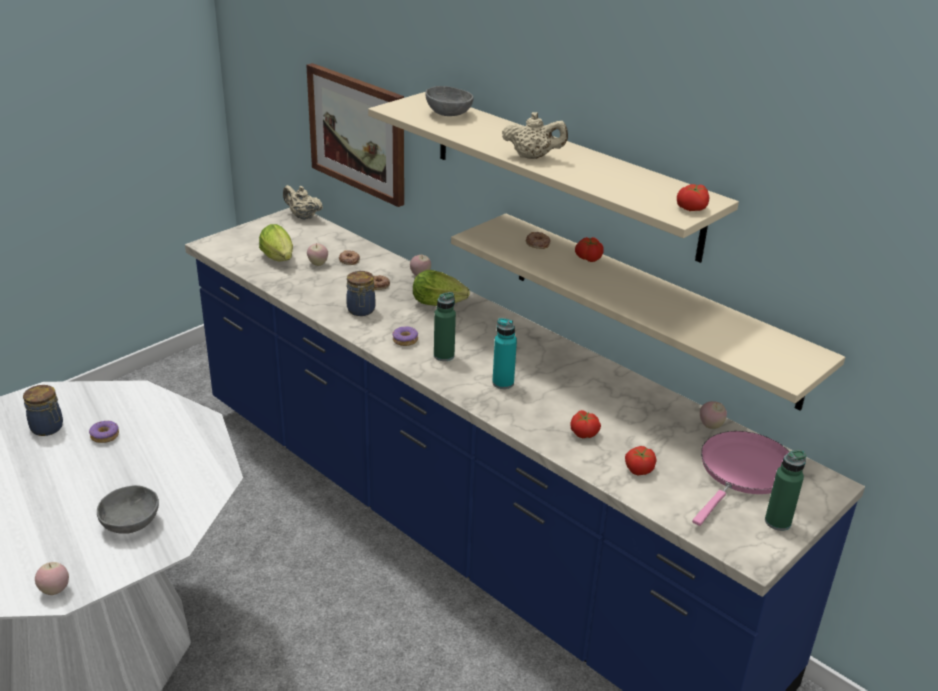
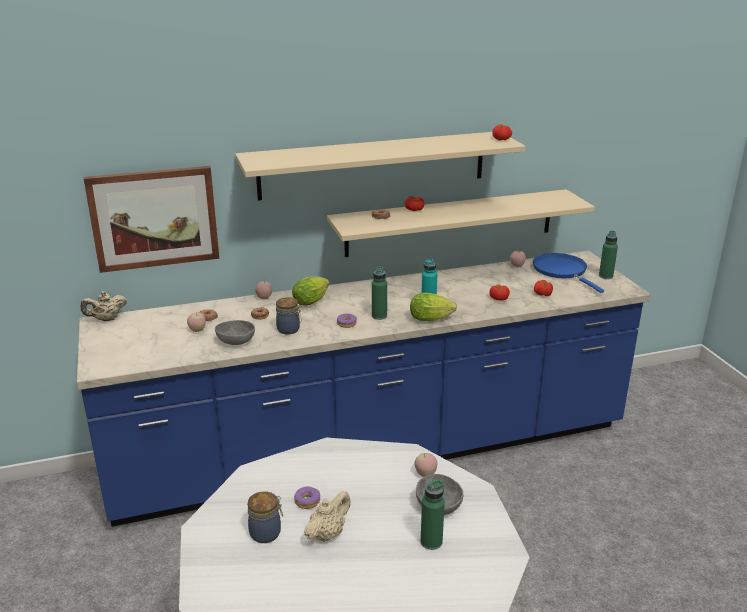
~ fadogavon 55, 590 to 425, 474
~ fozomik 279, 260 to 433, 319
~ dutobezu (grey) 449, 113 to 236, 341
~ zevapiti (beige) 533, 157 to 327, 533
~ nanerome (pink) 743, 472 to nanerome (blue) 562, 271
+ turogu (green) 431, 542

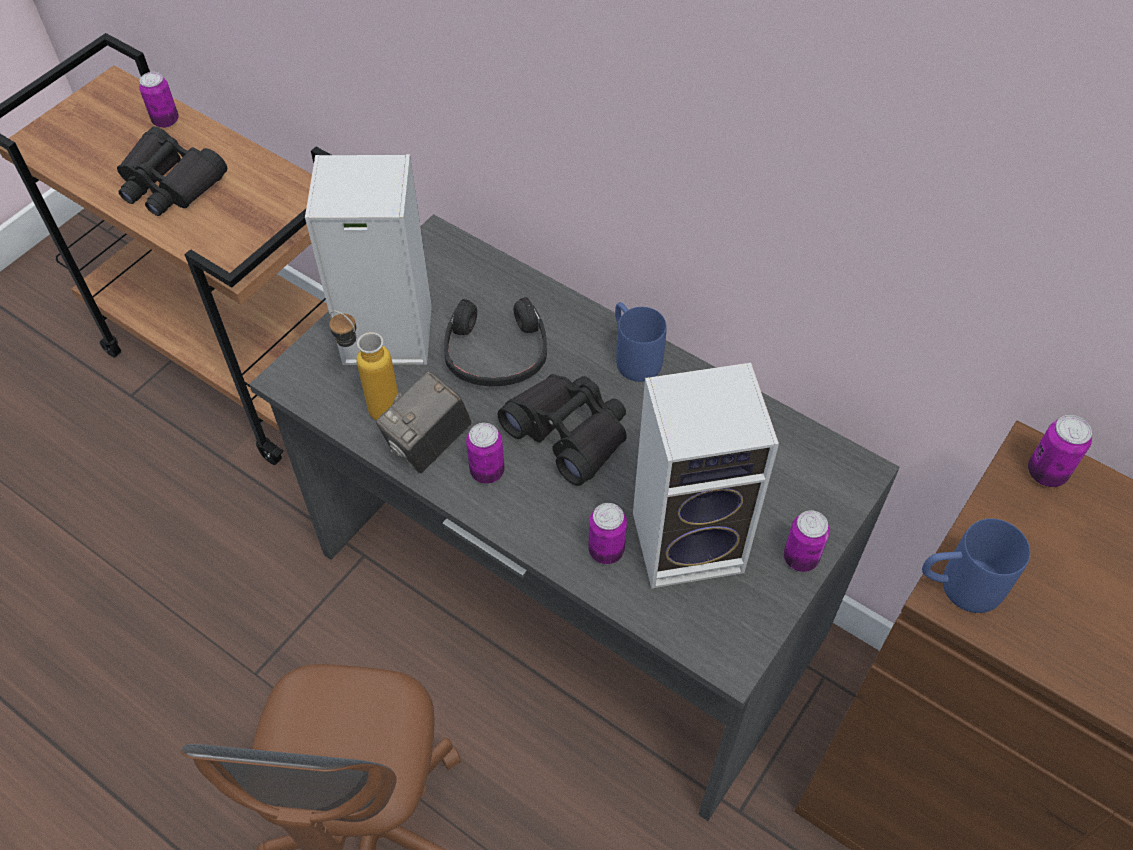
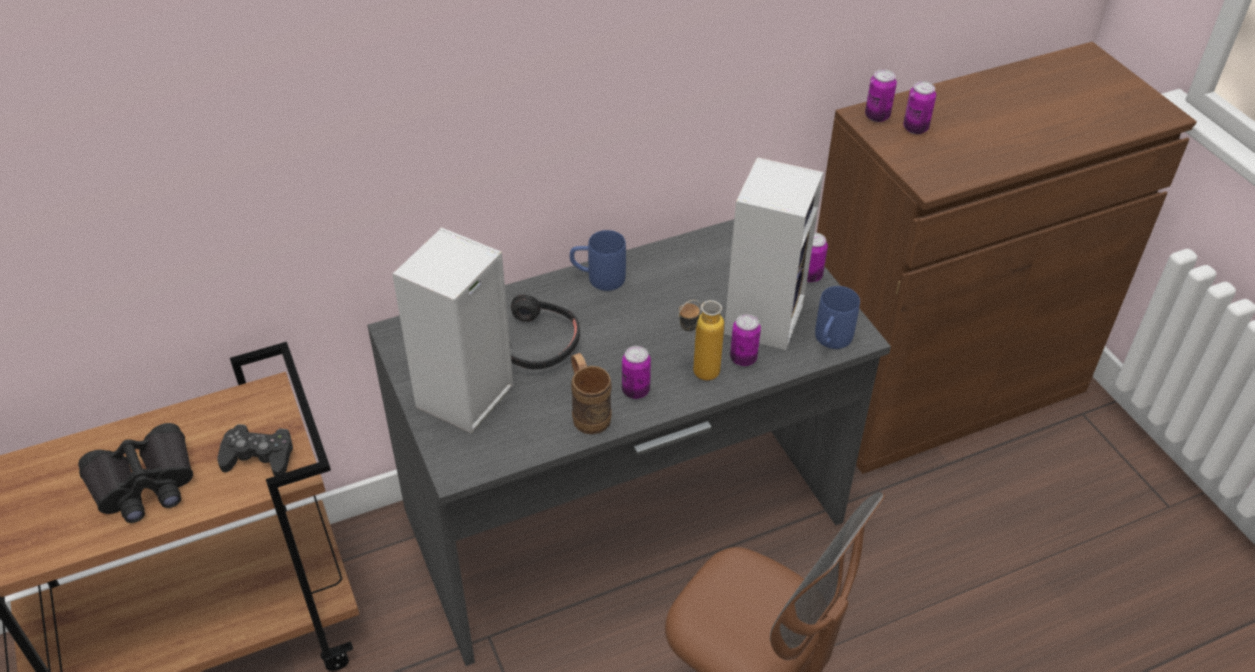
~ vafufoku 166, 121 to 915, 128
~ turogu 373, 404 to 696, 376
~ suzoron 429, 445 to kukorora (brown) 588, 412
- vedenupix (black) 569, 433
~ kukorora (blue) 957, 587 to 830, 342
+ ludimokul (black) 259, 457

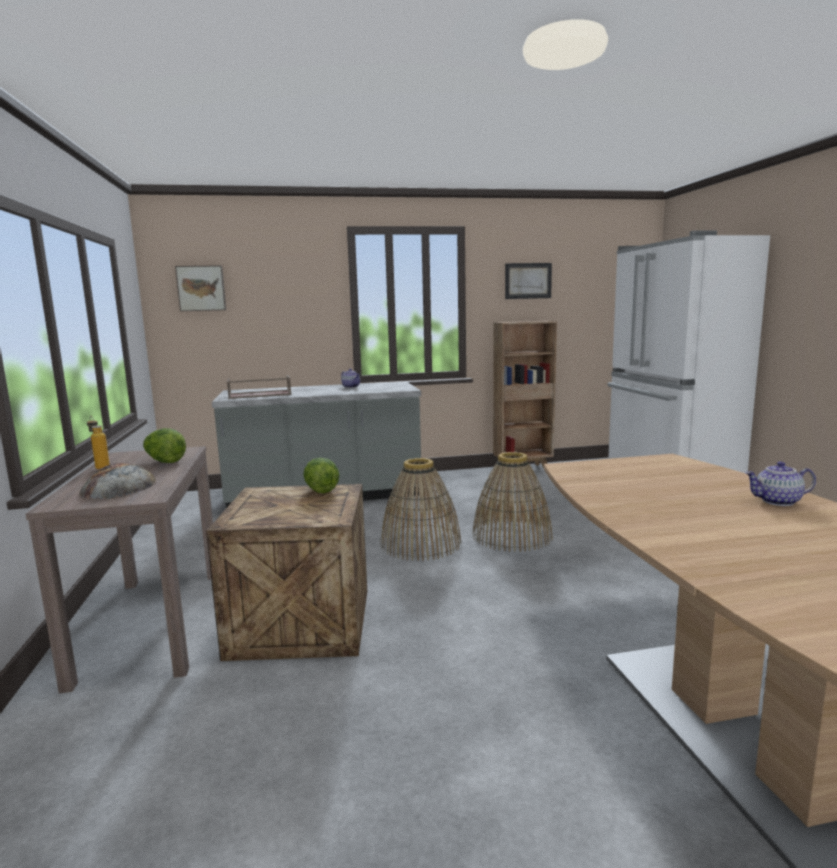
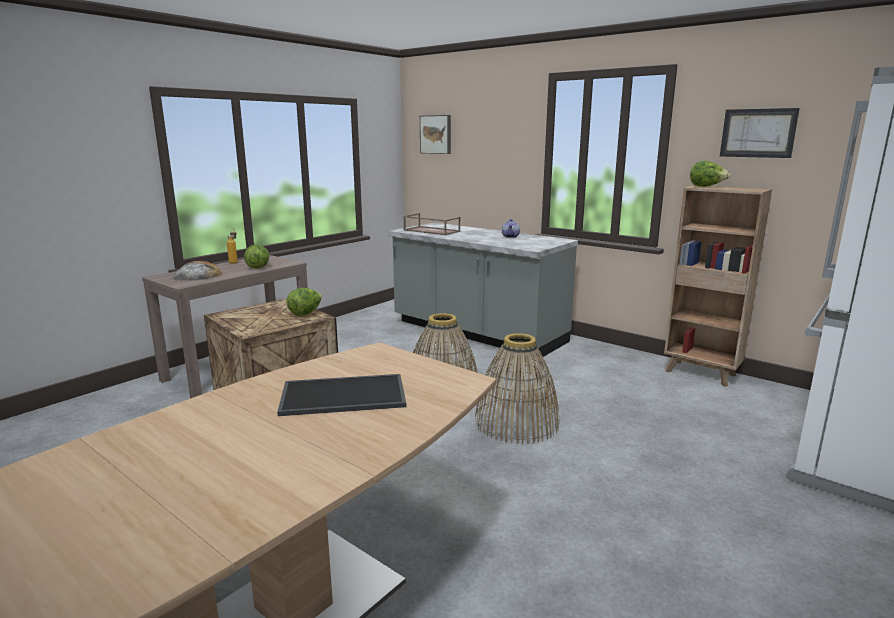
- zevapiti 777, 502
+ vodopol 342, 396
+ fozomik 707, 187

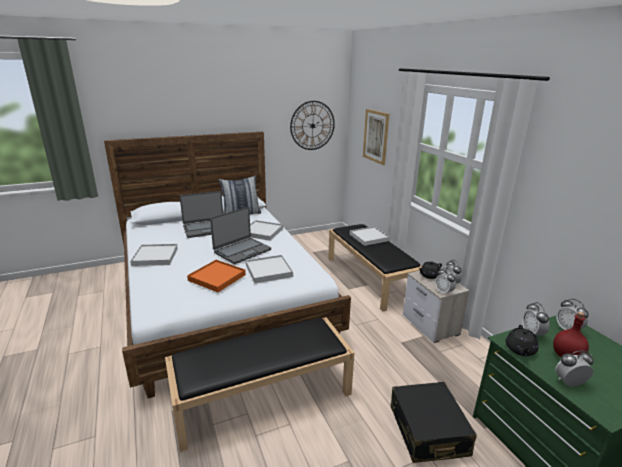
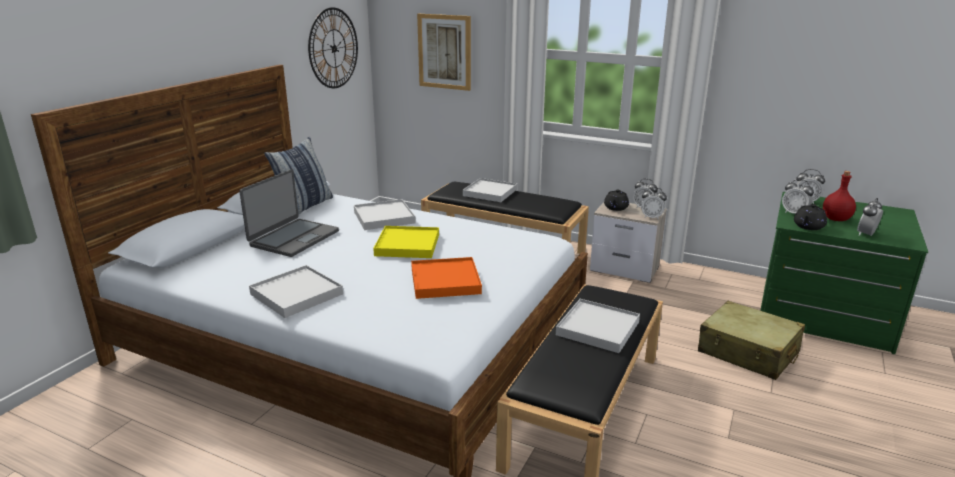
~ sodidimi 242, 251 to vodopol (yellow) 407, 245
~ vodopol (white) 268, 271 to 598, 328
~ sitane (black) 428, 431 to sitane (beige) 748, 352
~ zevapiti (black) 520, 350 = 808, 226 60 degrees clockwise

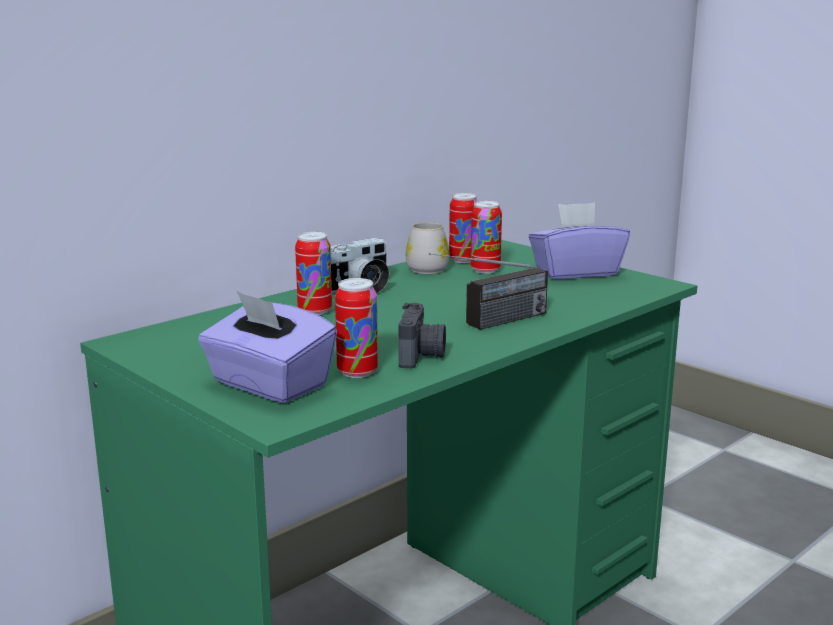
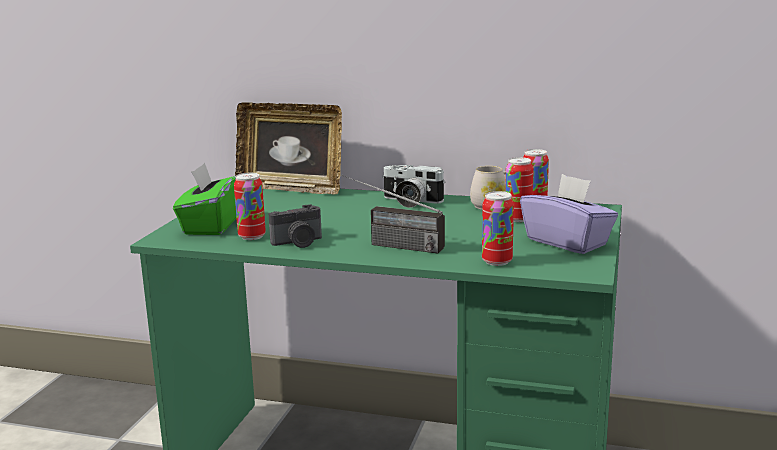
~ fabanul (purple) 268, 385 to fabanul (green) 210, 225
~ vafufoku 315, 311 to 497, 261
+ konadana 291, 188

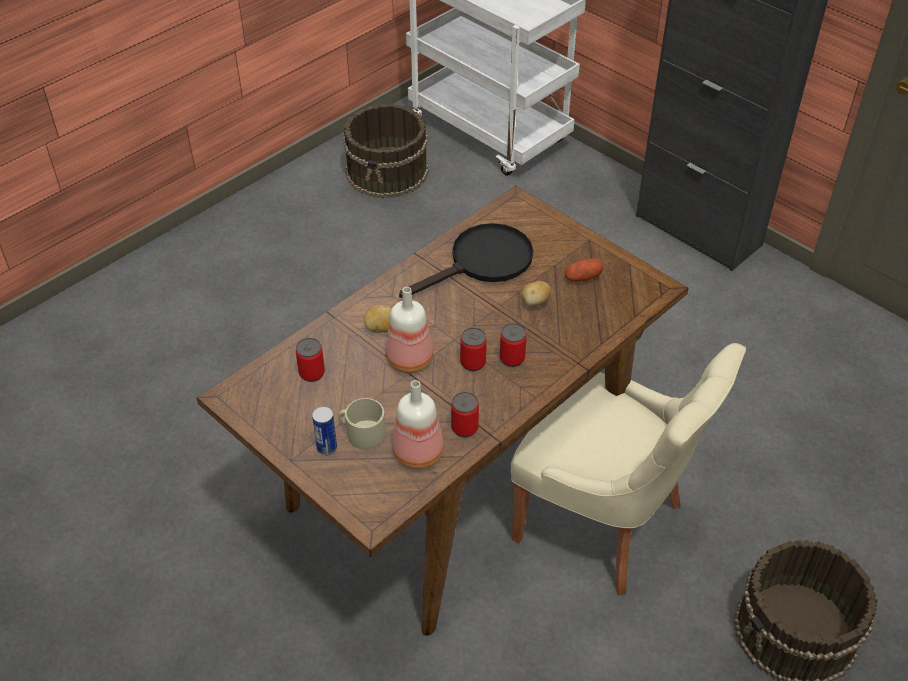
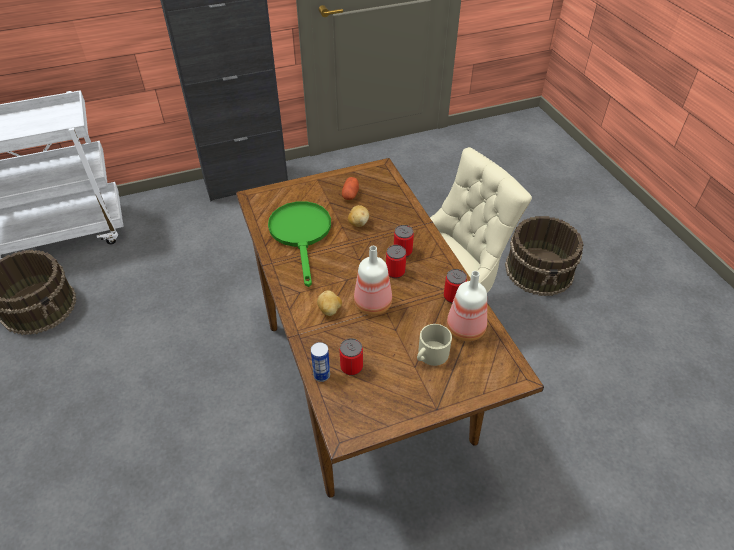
~ vafufoku 327, 448 to 321, 375
~ nanerome (black) 482, 263 to nanerome (green) 301, 234

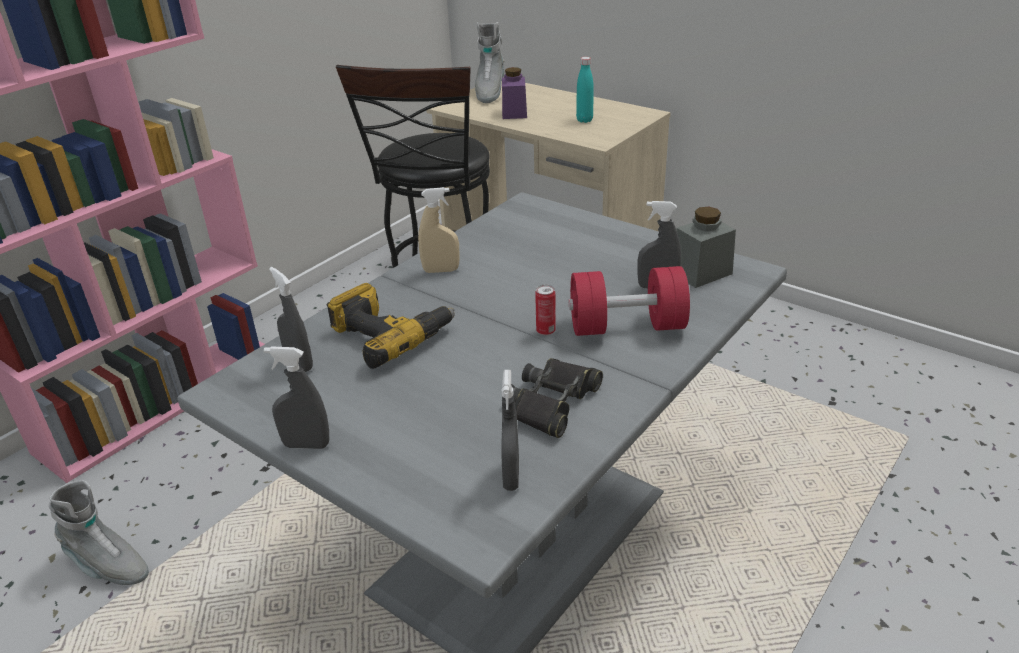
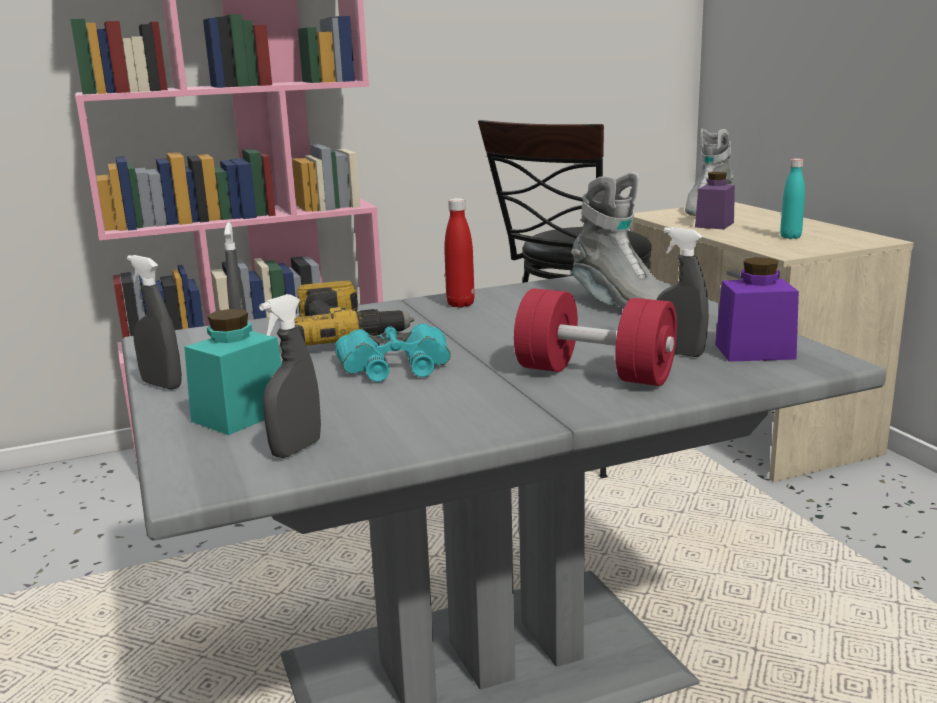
~ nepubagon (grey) 107, 566 to 618, 305
~ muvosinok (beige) 441, 270 to turogu (red) 460, 304
- vedenupix (black) 552, 403
- vafufoku 545, 331
~ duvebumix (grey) 701, 273 to duvebumix (purple) 754, 351
+ duvebumix (turquoise) 240, 415
+ vedenupix (turquoise) 395, 365

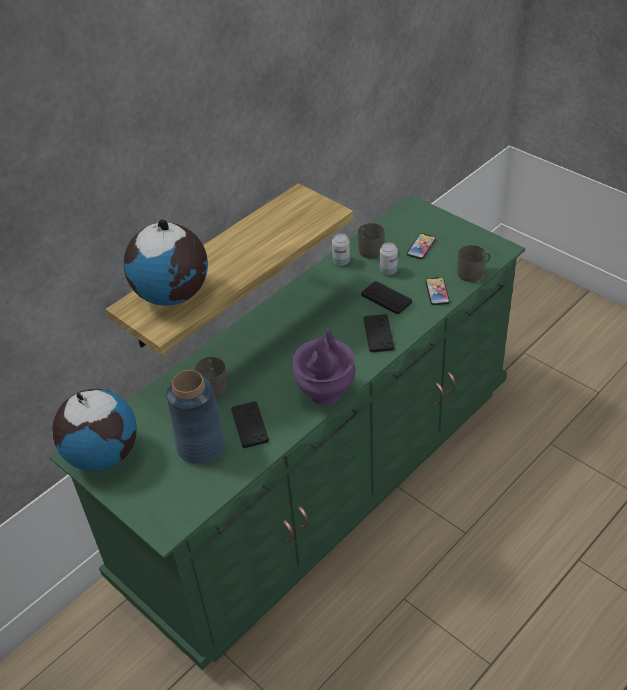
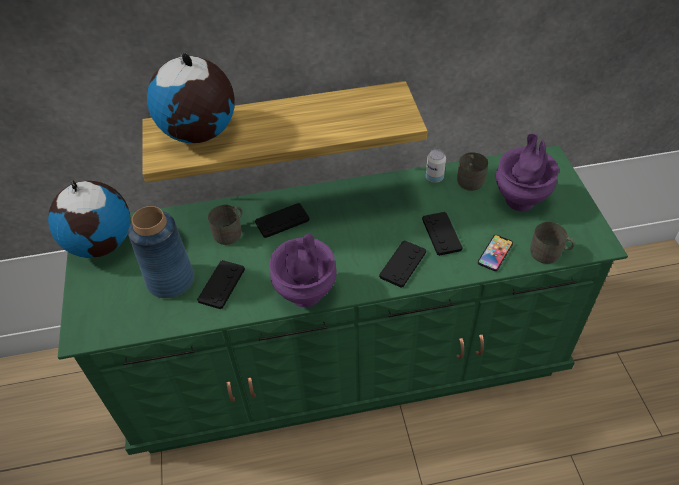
- vafufoku 388, 270
~ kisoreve 421, 247 to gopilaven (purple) 520, 201
+ ludimokul (black) 282, 221

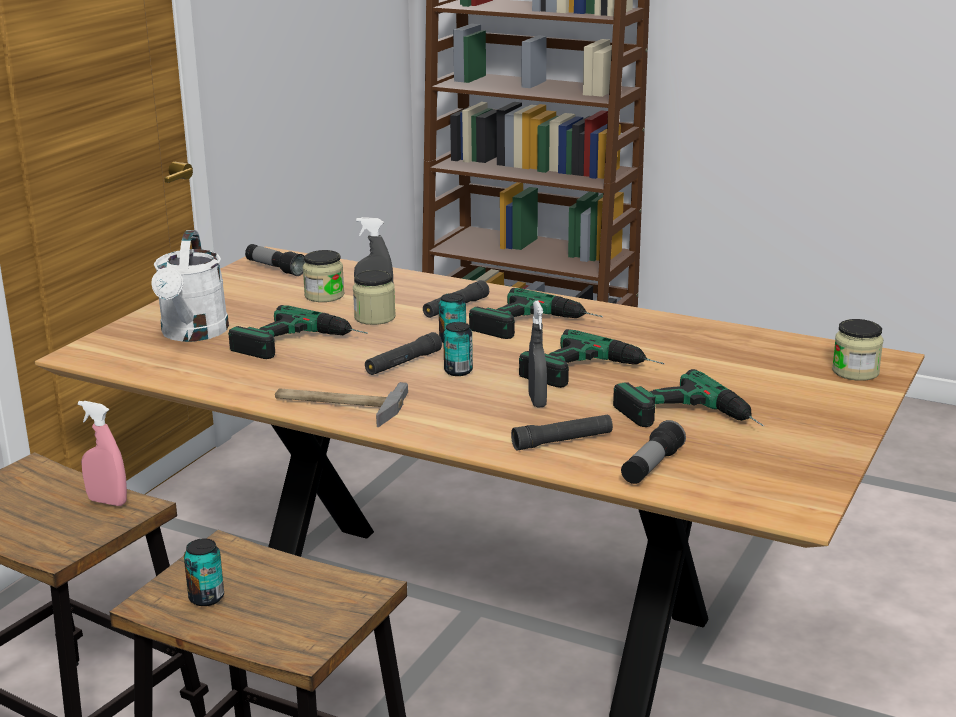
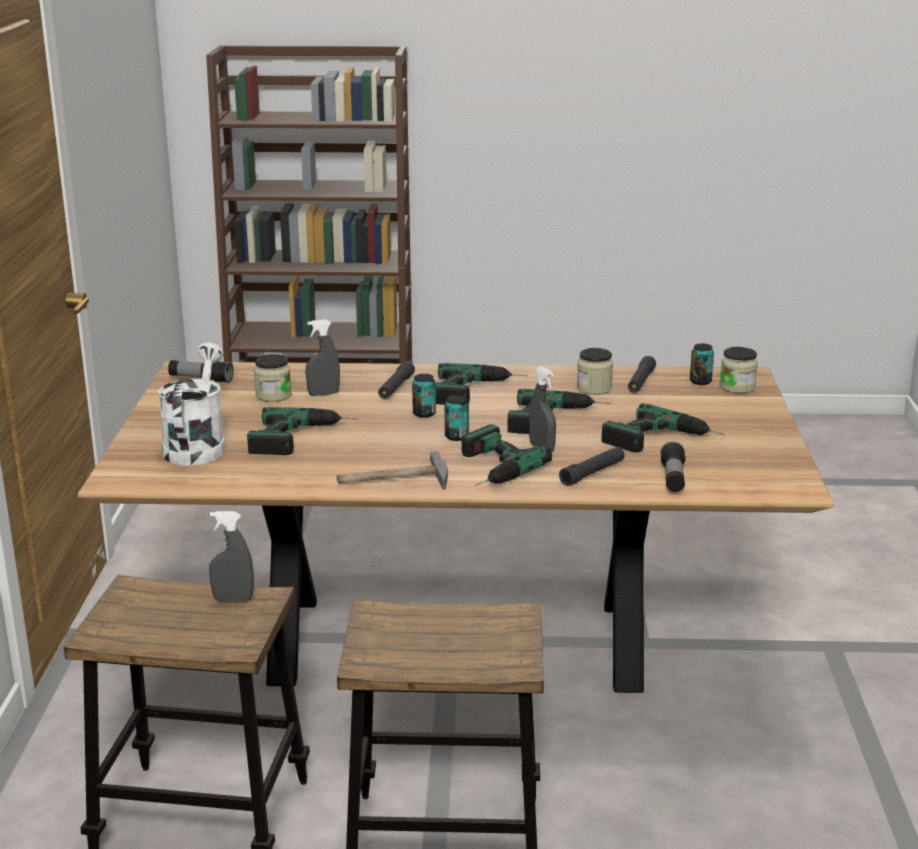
~ muvosinok (pink) 107, 501 to muvosinok (grey) 233, 599
~ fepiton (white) 193, 334 = 197, 446 150 degrees counterclockwise
~ vafufoku 206, 598 to 700, 381
~ duvebumix 375, 317 to 594, 388
~ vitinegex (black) 403, 363 to 641, 382
+ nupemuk 488, 468

